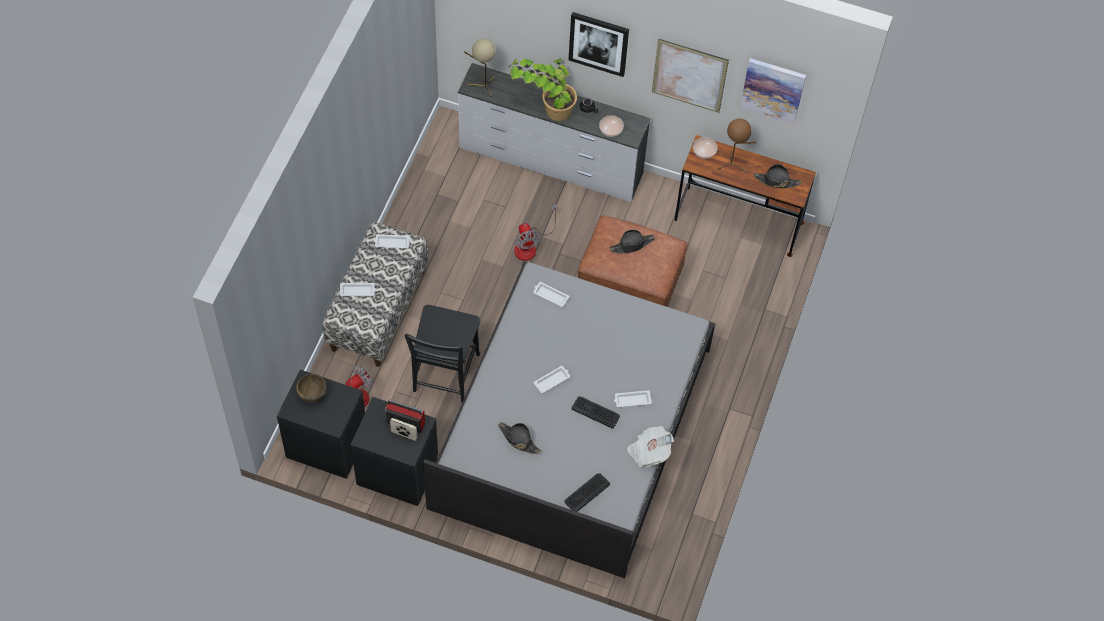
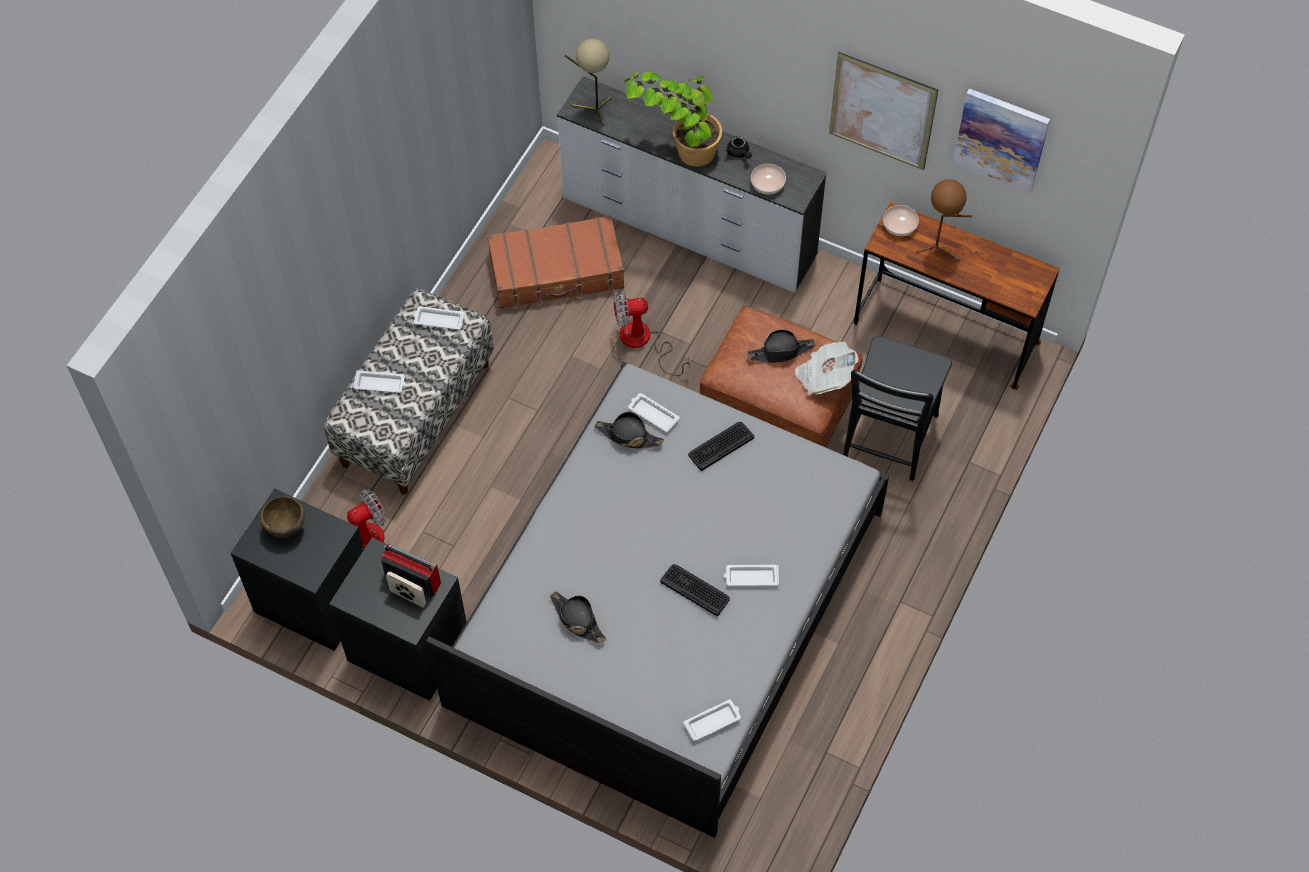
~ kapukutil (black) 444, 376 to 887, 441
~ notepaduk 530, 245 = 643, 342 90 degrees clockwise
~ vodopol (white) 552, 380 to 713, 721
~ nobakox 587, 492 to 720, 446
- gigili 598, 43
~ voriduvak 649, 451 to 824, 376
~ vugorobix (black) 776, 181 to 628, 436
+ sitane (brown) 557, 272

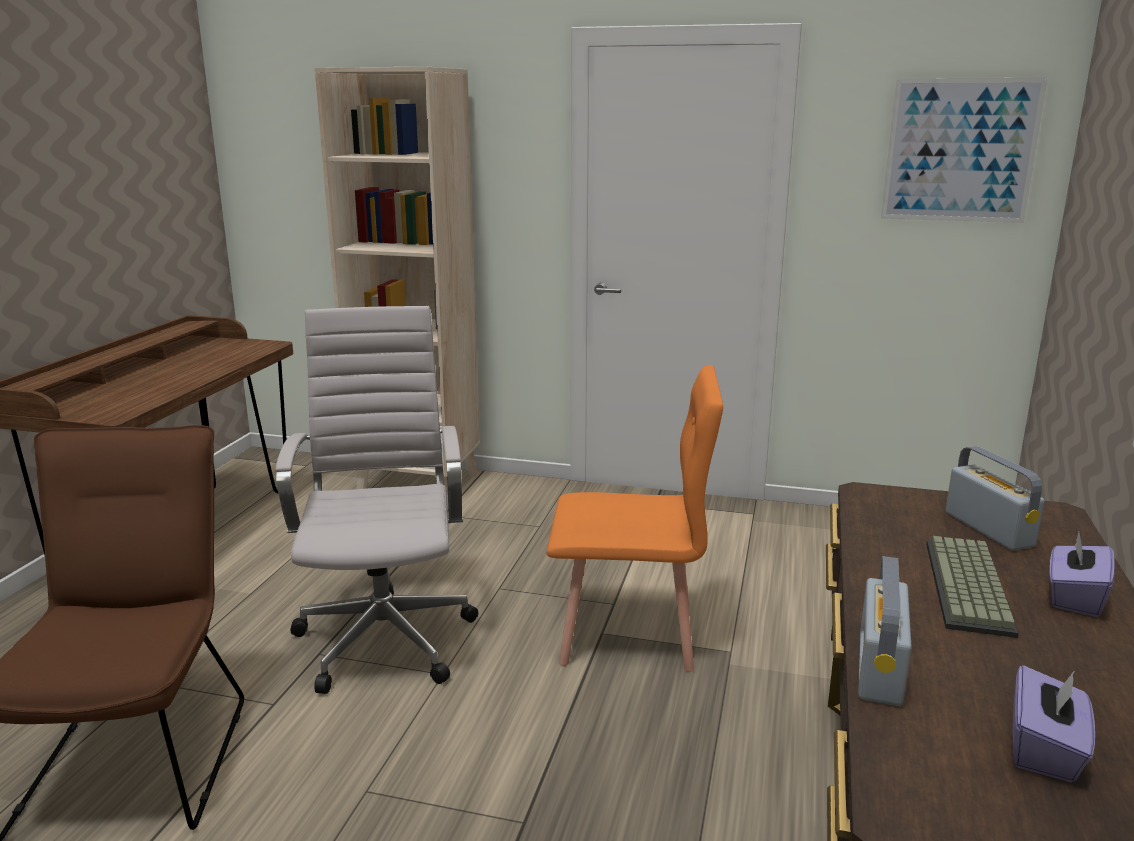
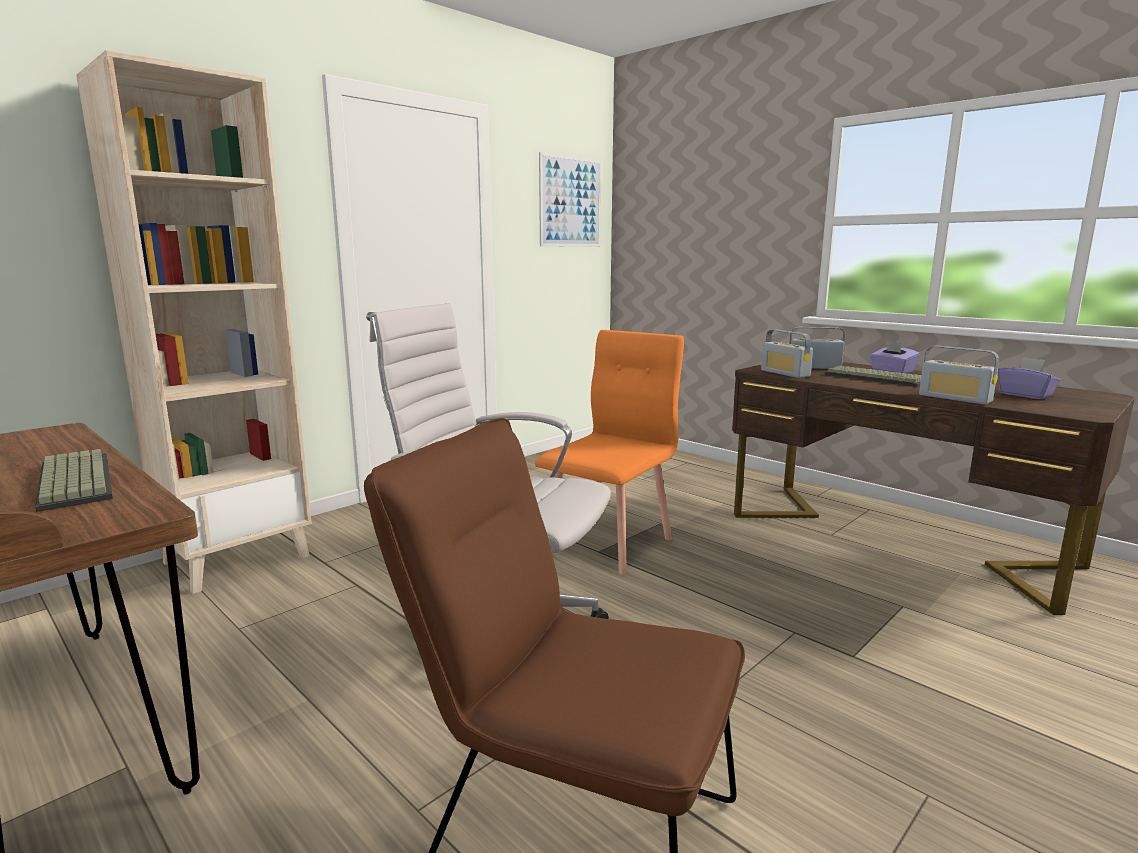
+ nobakox 72, 481
+ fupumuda 785, 373

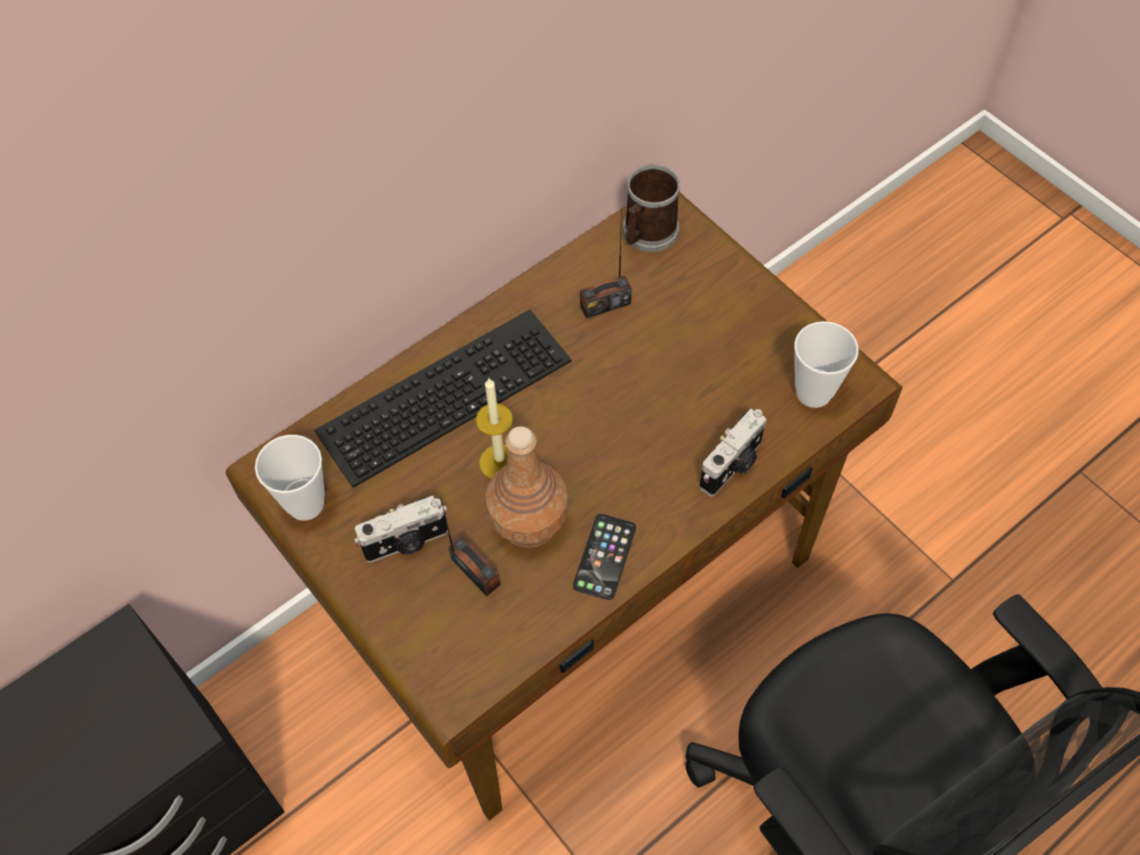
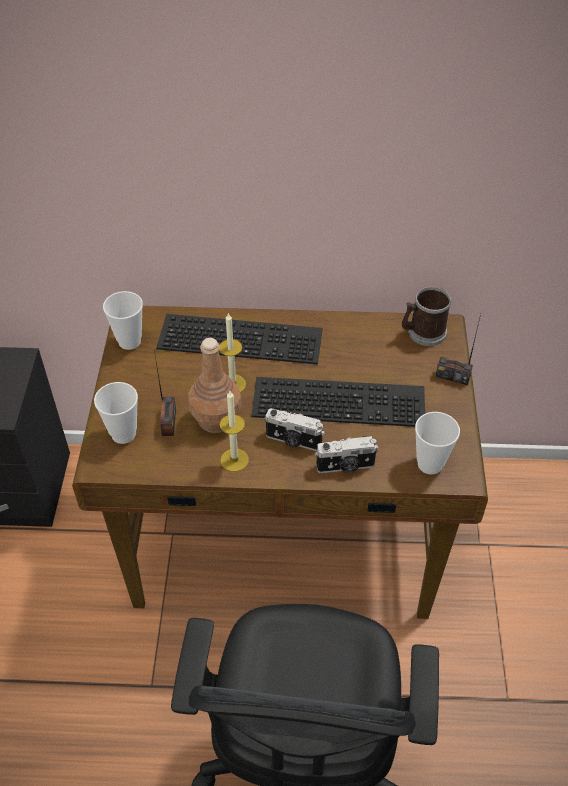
~ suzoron 406, 543 to 293, 441
~ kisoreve 604, 557 to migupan 234, 460
~ fupumuda 605, 304 to 452, 376
+ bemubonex 123, 434
+ nobakox 340, 399

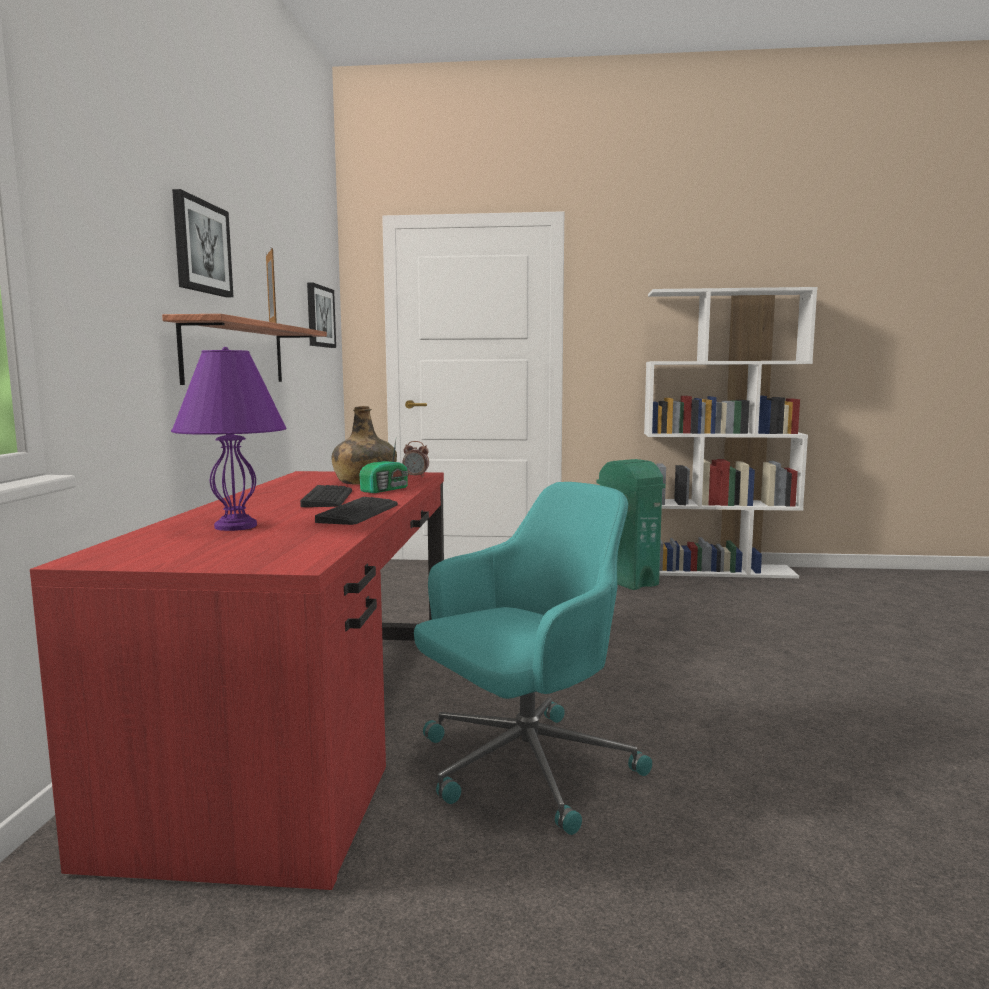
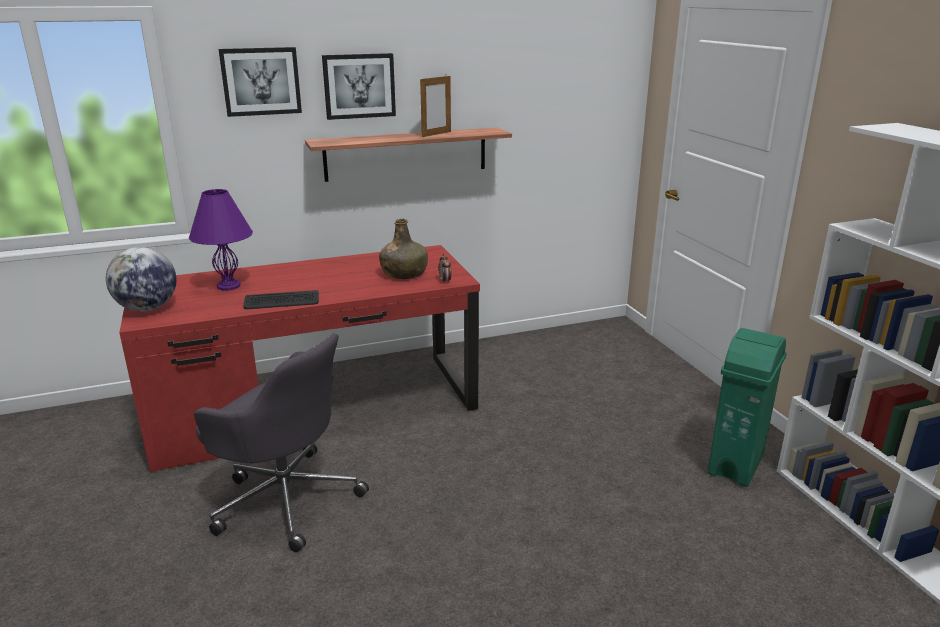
- nobakox 328, 498
~ gigili 319, 316 to 261, 81
- fupumuda 386, 489
~ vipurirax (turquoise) 523, 768 to vipurirax (grey) 286, 498
+ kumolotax 147, 308

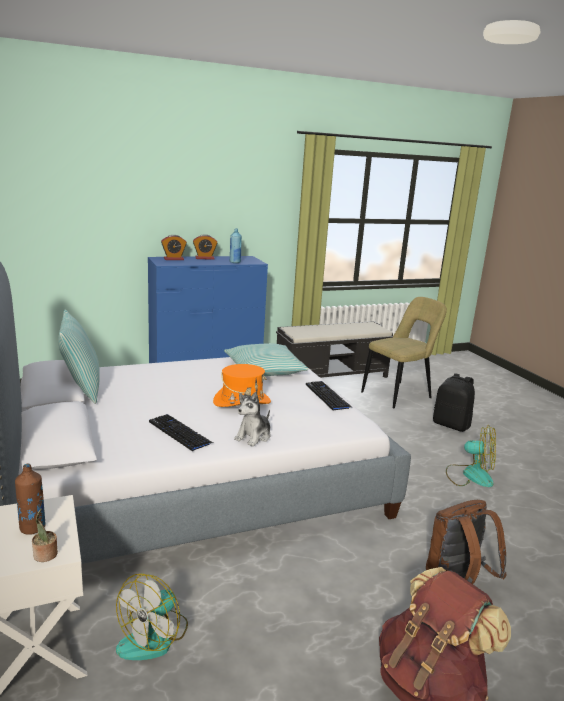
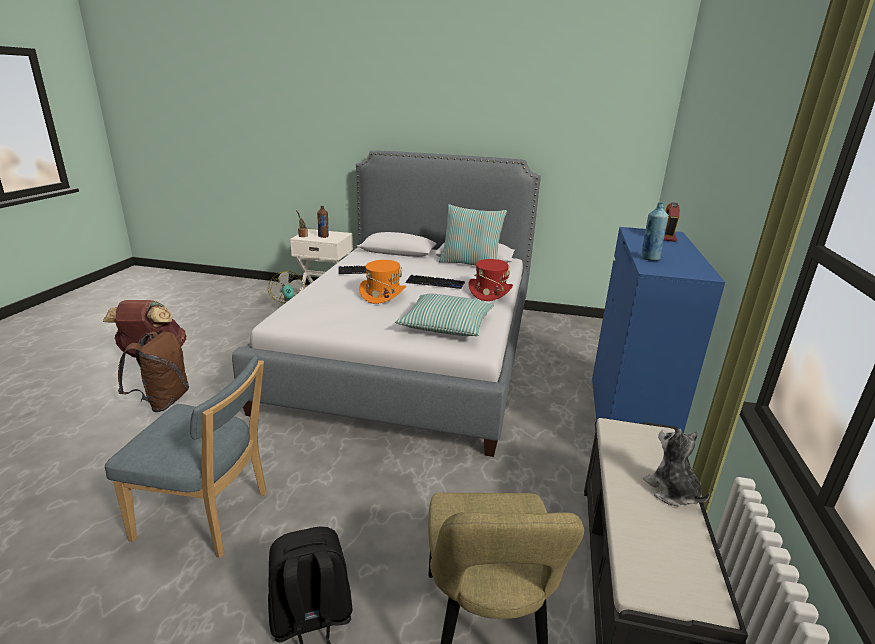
- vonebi 204, 258
~ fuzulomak 253, 436 to 672, 491
~ nobakox 327, 396 to 435, 283
~ notepaduk 470, 475 to kapukutil (blue) 208, 517
+ vugorobix (red) 489, 292

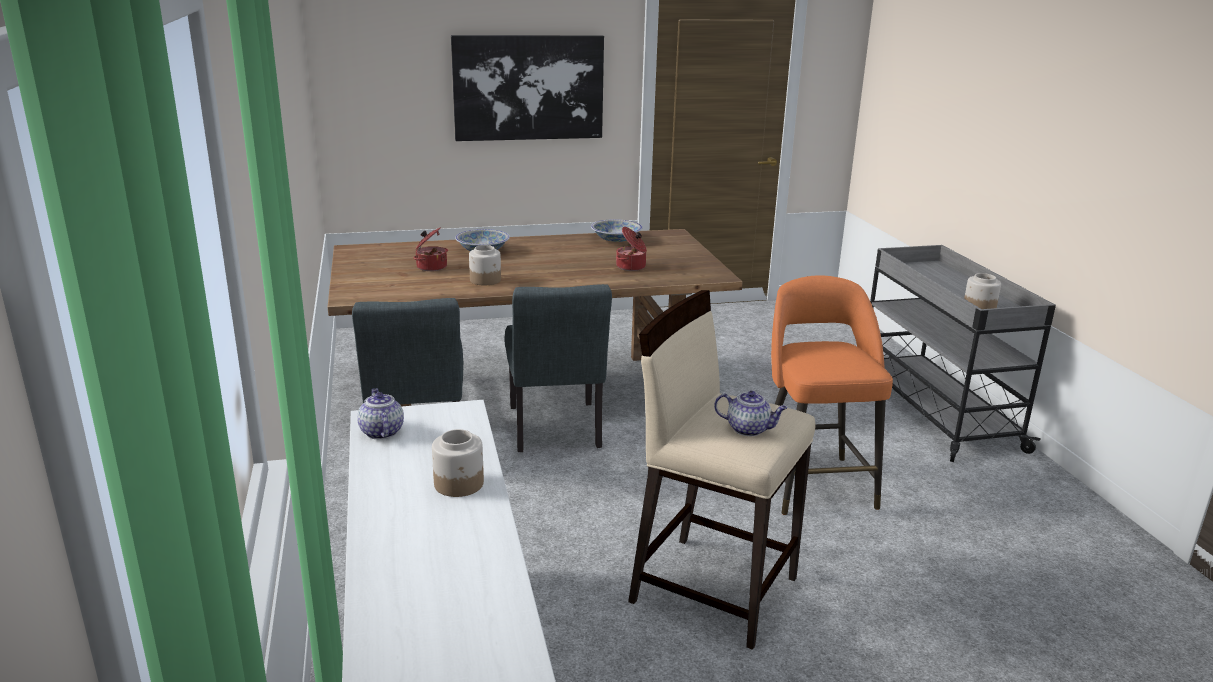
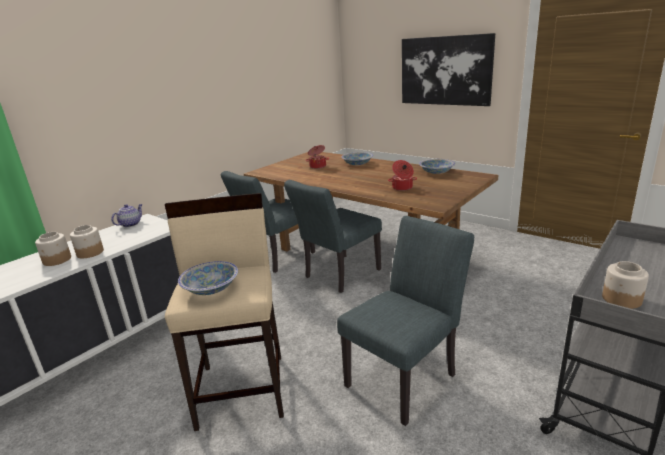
~ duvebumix 485, 280 to 57, 260
~ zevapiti 749, 429 to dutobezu 211, 288
~ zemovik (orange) 813, 482 to kapukutil (grey) 406, 376

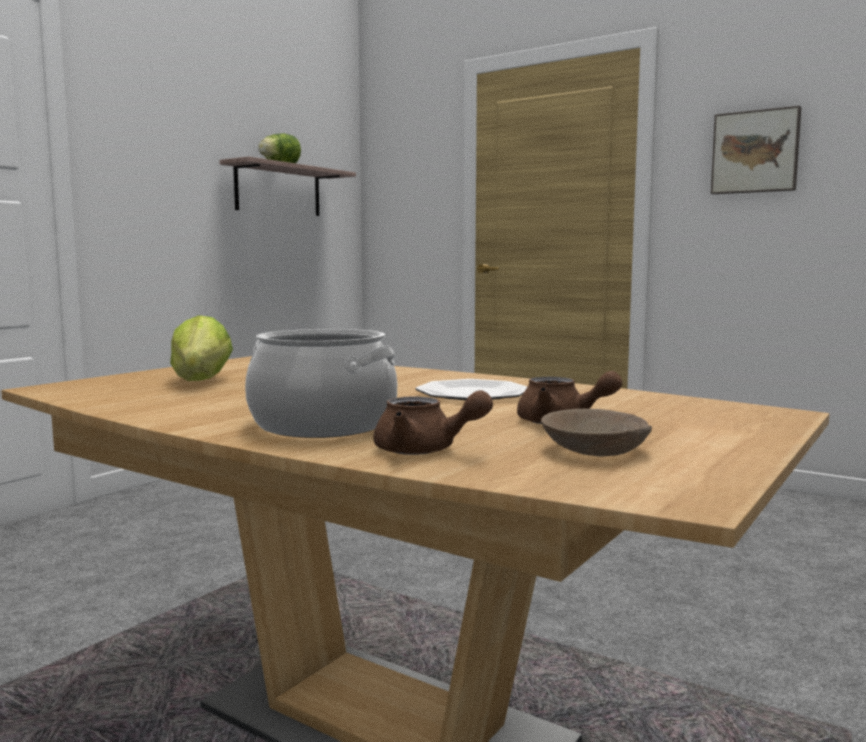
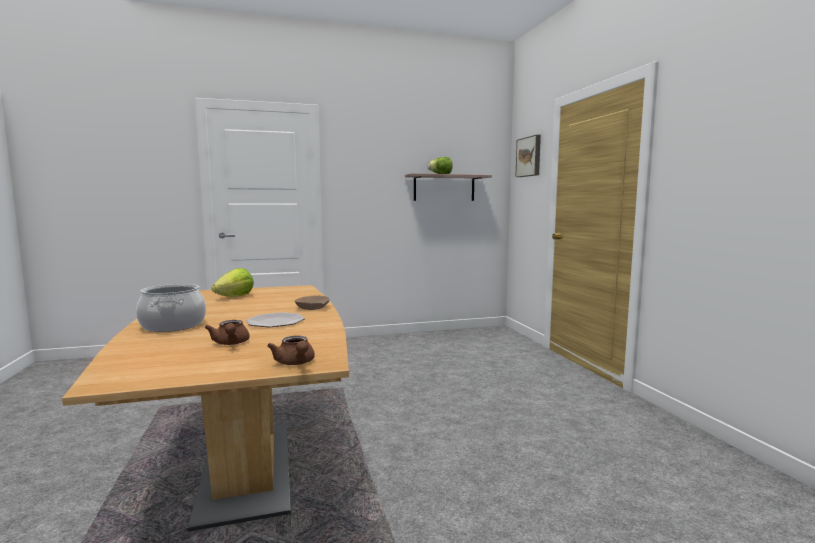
~ zevapiti (brown) 425, 451 to 295, 363
~ dutobezu (beige) 596, 450 to 312, 308
~ gigili 755, 152 to 529, 157

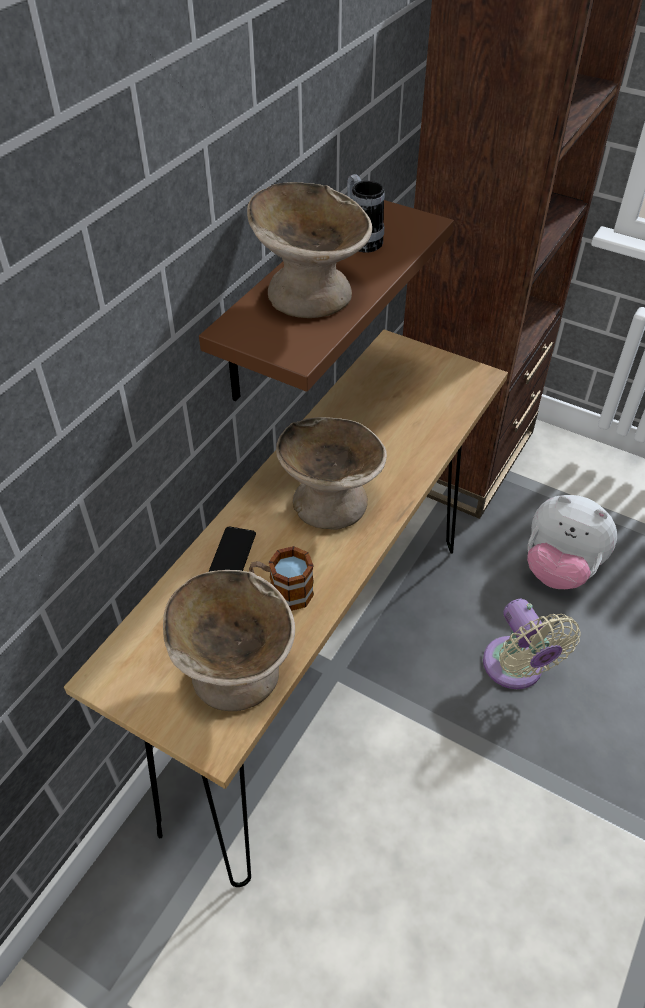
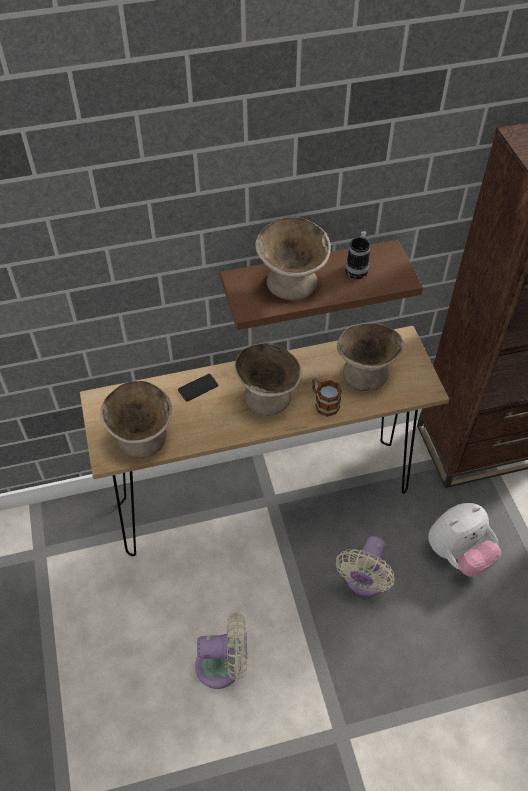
~ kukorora 282, 592 to 323, 403
~ fuzulomak 559, 568 = 458, 553 105 degrees counterclockwise
+ notepaduk (beige) 223, 665
+ dutobezu (beige) 365, 373

